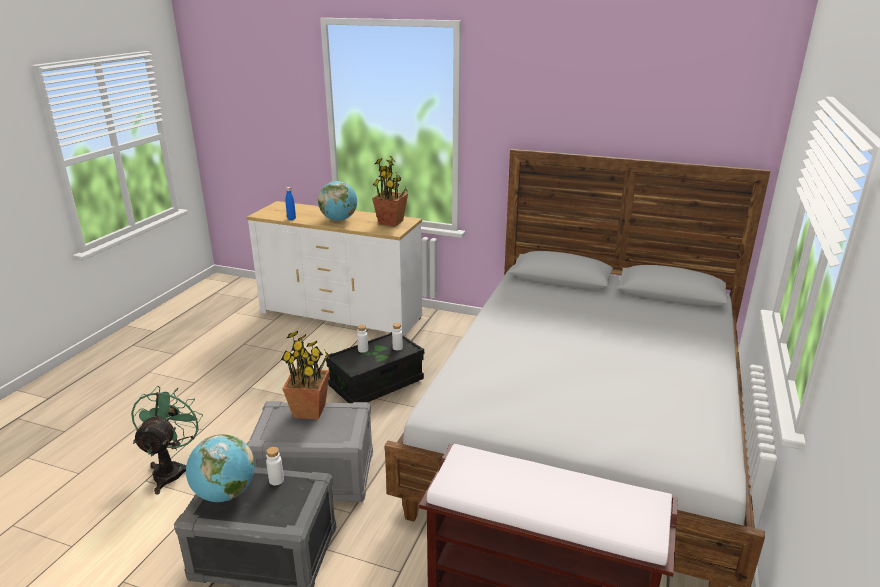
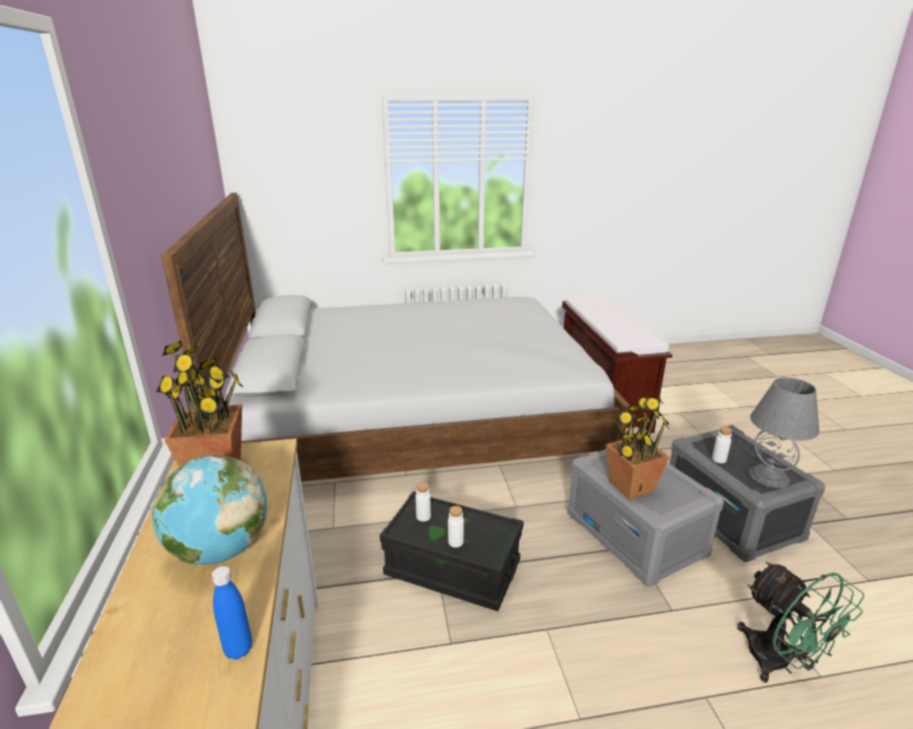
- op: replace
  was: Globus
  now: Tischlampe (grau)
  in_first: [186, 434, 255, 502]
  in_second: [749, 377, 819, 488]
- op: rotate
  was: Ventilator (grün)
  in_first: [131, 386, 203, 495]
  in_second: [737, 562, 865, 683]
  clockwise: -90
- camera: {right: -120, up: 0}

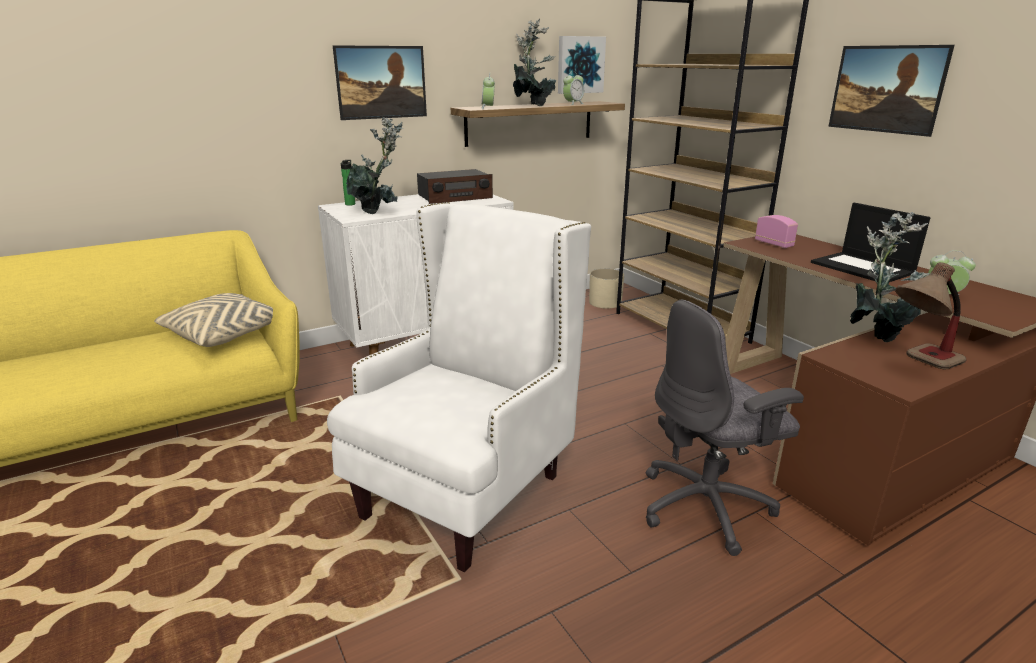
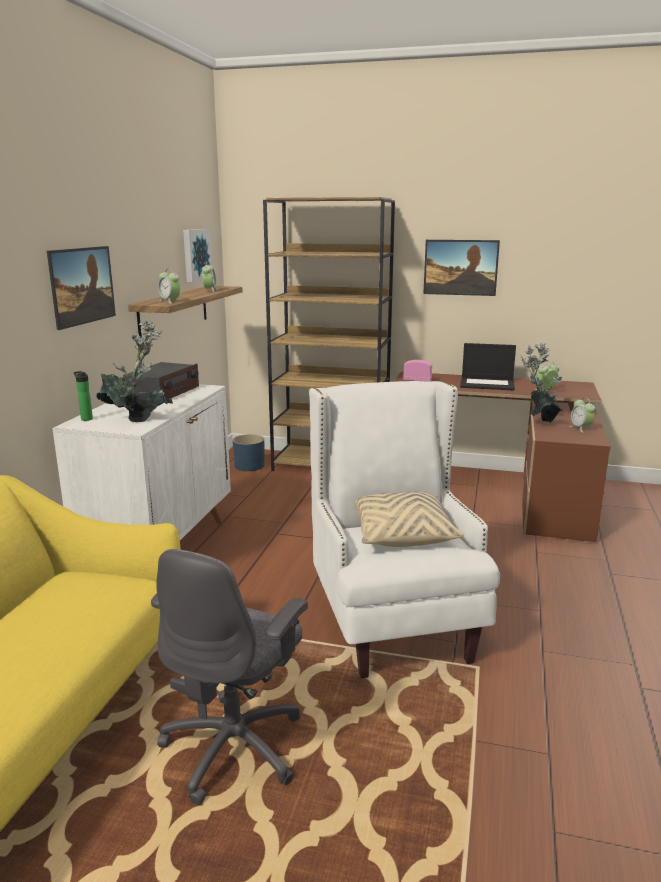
- op: delete
  was: Topfpflanze
  in_first: [513, 19, 556, 106]
- op: move
  was: Kissen (beige)
  in_first: [154, 293, 273, 347]
  in_second: [355, 492, 463, 547]
- op: move
  was: Bürostuhl (grau)
  in_first: [646, 299, 804, 556]
  in_second: [151, 549, 308, 805]
- op: replace
  was: Tischlampe
  now: Wecker
  in_first: [895, 262, 966, 370]
  in_second: [569, 397, 595, 432]
- op: recolor
  was: Pflanzkübel (beige)
  now: Pflanzkübel (blau)
  in_first: [589, 269, 624, 309]
  in_second: [232, 434, 265, 471]
- camera: {right: -45, up: -5}

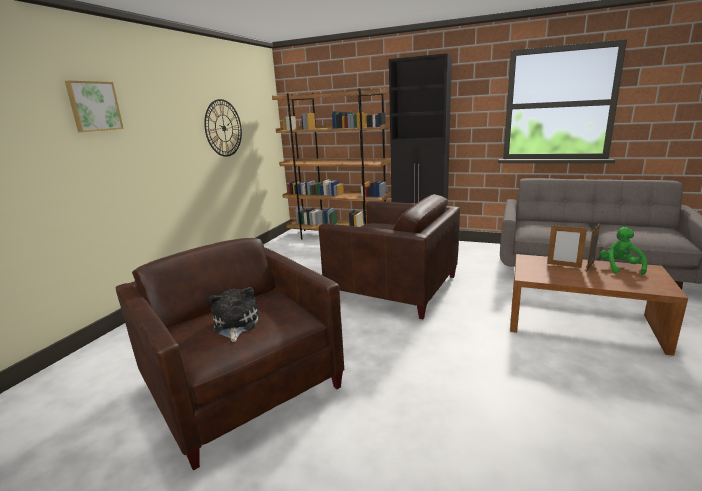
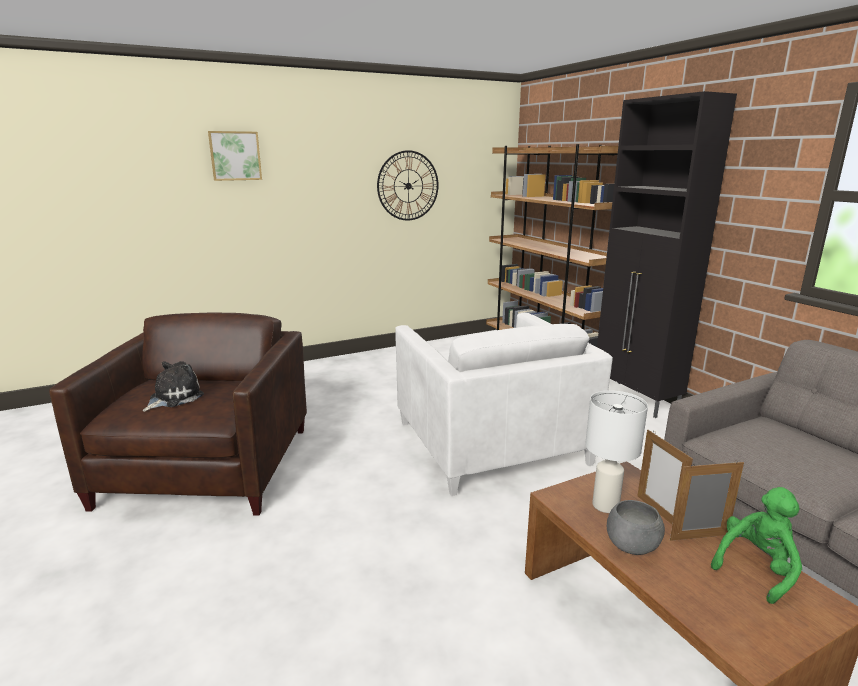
- op: insert
  now: Tischlampe (weiß)
  in_second: [585, 390, 648, 513]
- op: insert
  now: Schüssel (grau)
  in_second: [607, 500, 665, 555]
- op: recolor
  was: Sessel (braun)
  now: Sessel (weiß)
  in_first: [319, 194, 460, 319]
  in_second: [395, 313, 613, 496]
- camera: {right: 40, up: 0}

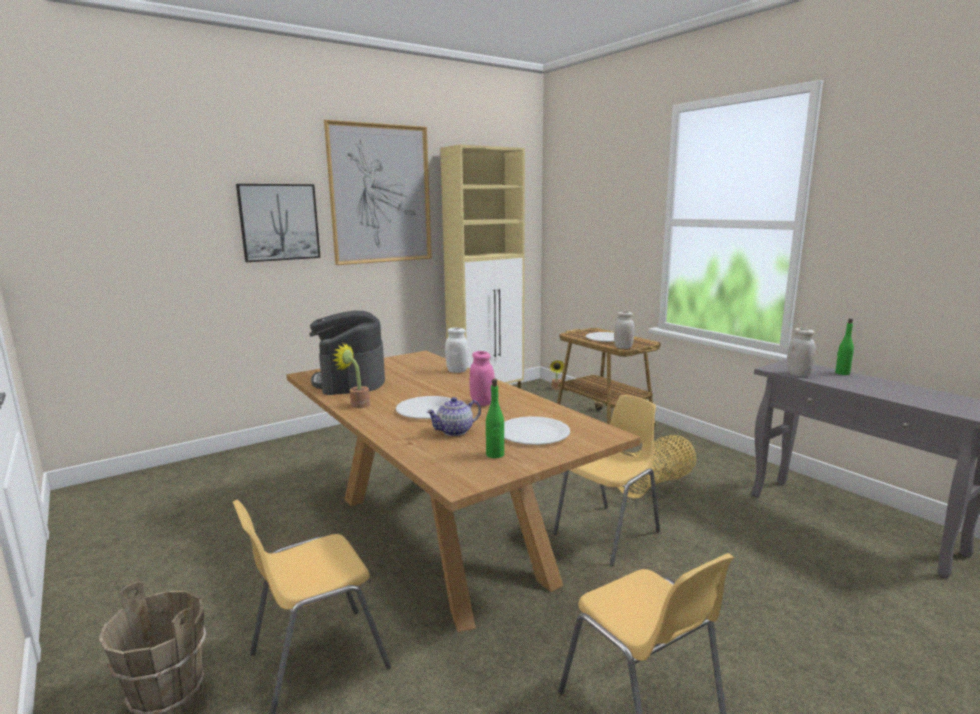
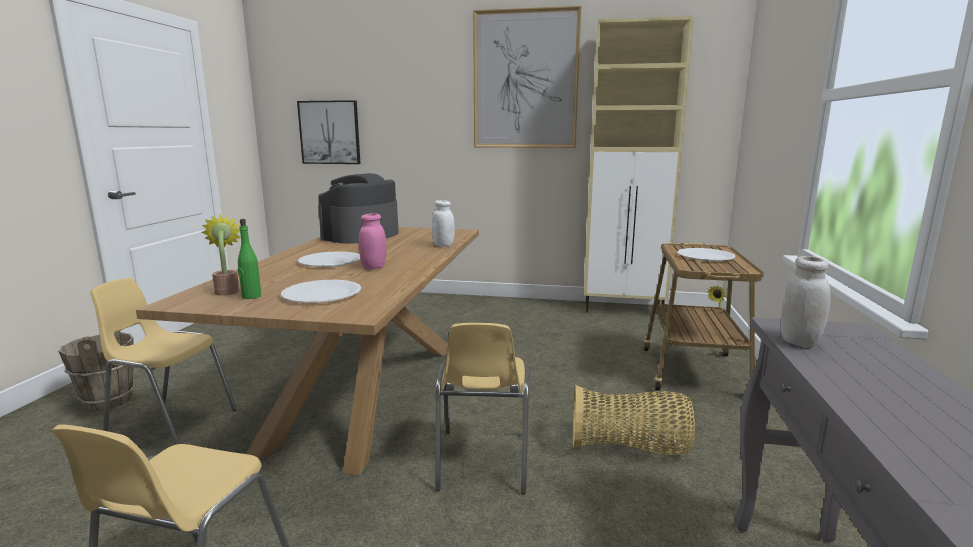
- op: delete
  was: Teekanne
  in_first: [426, 397, 481, 436]
- op: delete
  was: Vorratsglas (weiß)
  in_first: [614, 311, 634, 349]
- op: delete
  was: Flasche (grün)
  in_first: [835, 318, 854, 375]
- op: move
  was: Bild
  in_first: [236, 184, 321, 262]
  in_second: [297, 100, 360, 164]
- op: move
  was: Topfpflanze
  in_first: [332, 342, 370, 408]
  in_second: [202, 214, 241, 296]
- op: rotate
  was: Stuhl (gelb)
  in_first: [553, 395, 660, 566]
  in_second: [435, 323, 530, 495]
  clockwise: 90
- camera: {right: 45, up: 0}

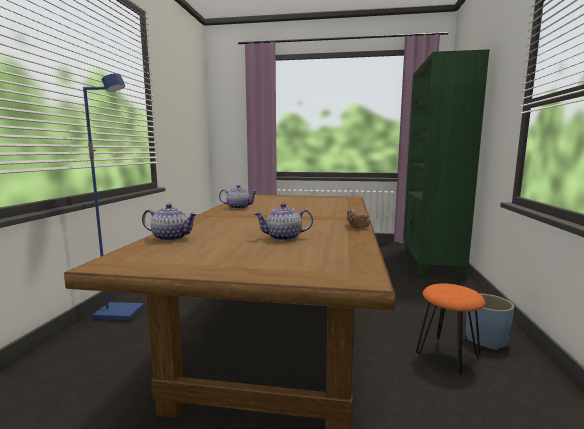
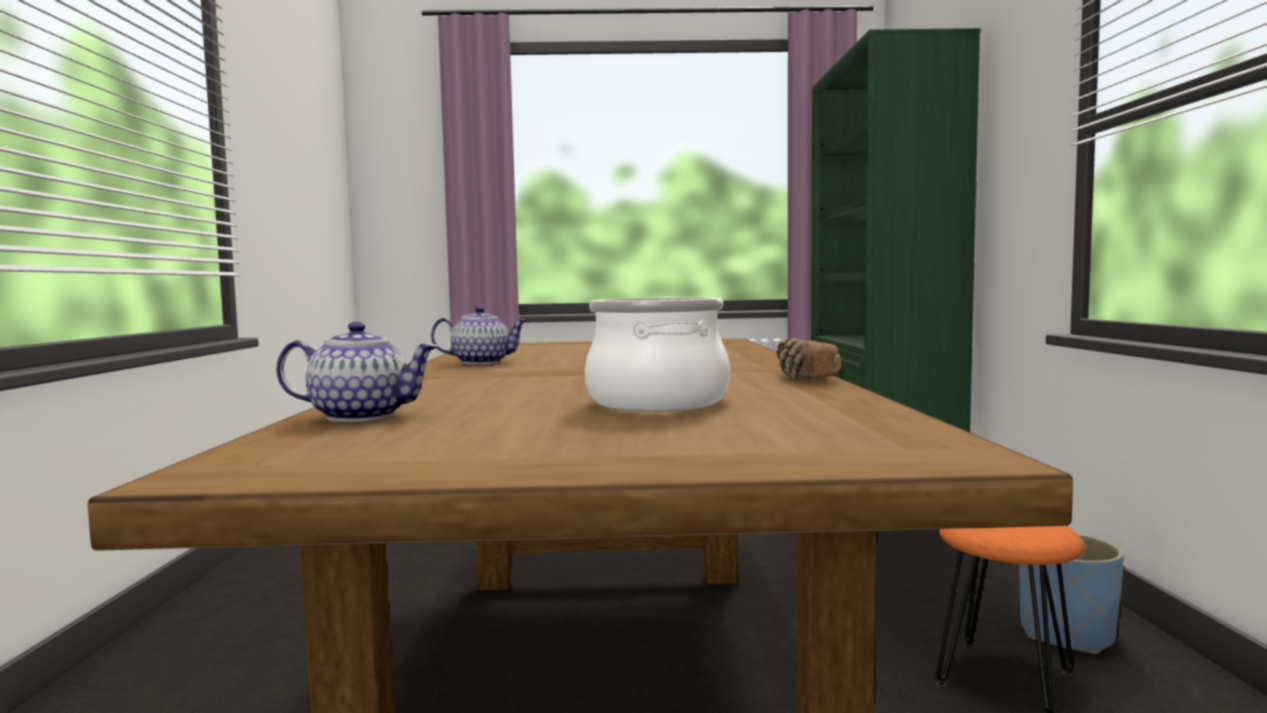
- op: delete
  was: Stehlampe (blau)
  in_first: [83, 73, 144, 321]
- op: replace
  was: Teekanne
  now: Kochtopf
  in_first: [254, 203, 313, 241]
  in_second: [585, 297, 730, 412]
- camera: {right: -10, up: -5}

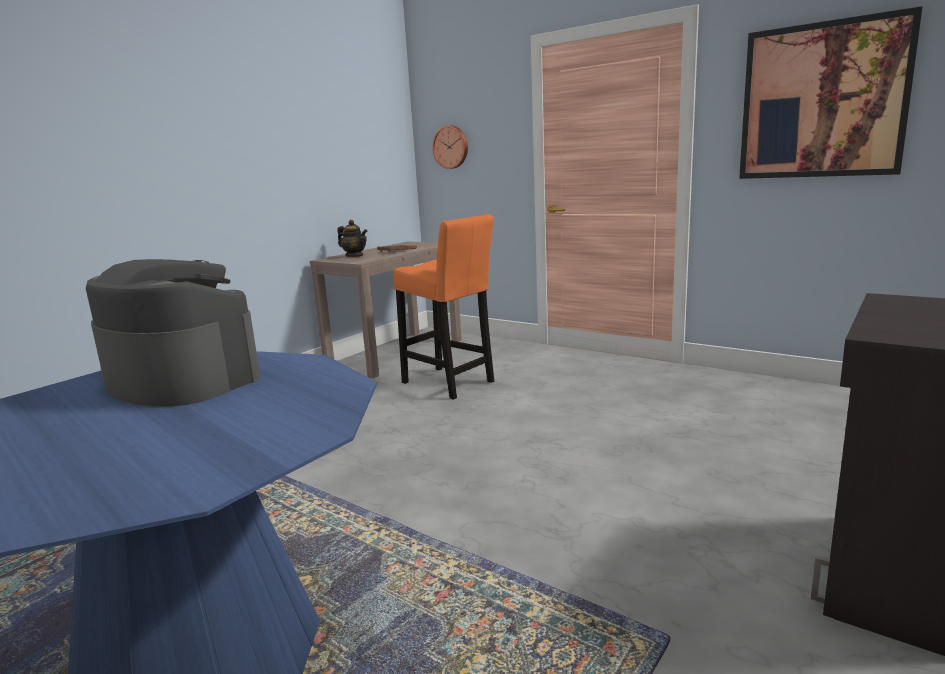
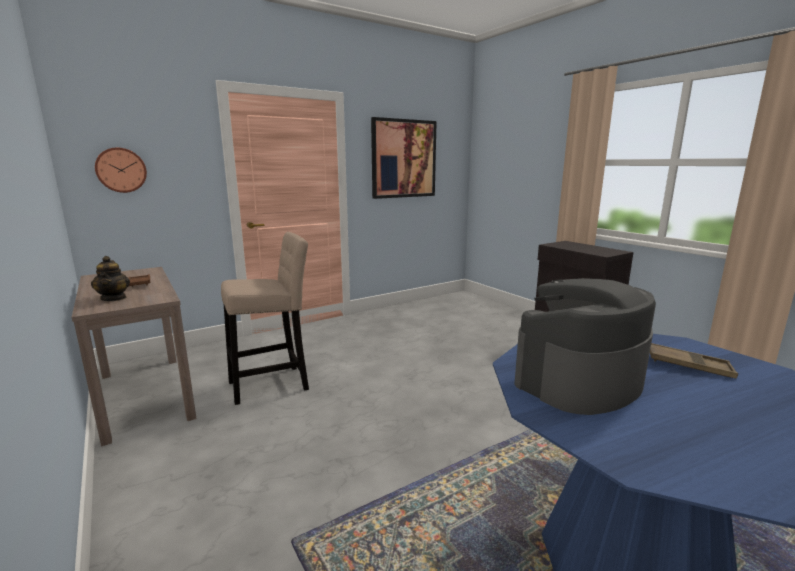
- op: insert
  now: Tablett (braun)
  in_second: [650, 343, 738, 379]
- op: recolor
  was: Hocker (orange)
  now: Hocker (beige)
  in_first: [393, 214, 494, 400]
  in_second: [221, 232, 309, 405]
- op: rotate
  was: Teekanne
  in_first: [337, 220, 367, 257]
  in_second: [91, 256, 130, 301]
  clockwise: 105
- camera: {right: -70, up: 0}

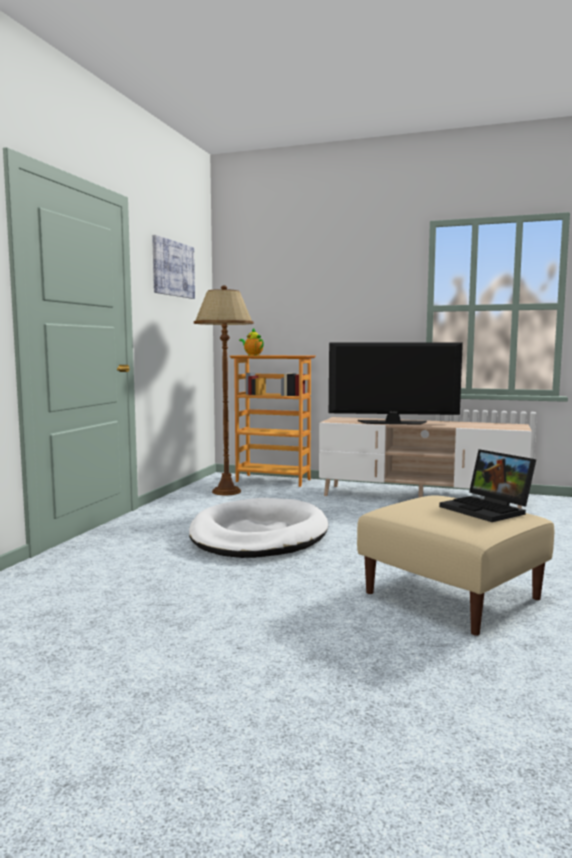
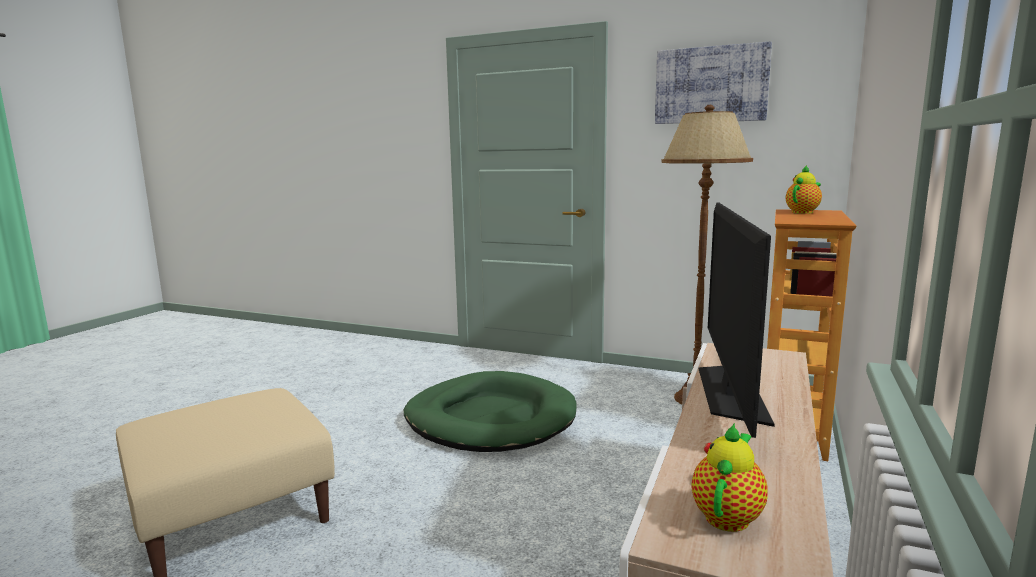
- op: delete
  was: Laptop
  in_first: [439, 449, 536, 522]
- op: insert
  now: Teekanne
  in_second: [691, 423, 768, 532]
- op: recolor
  was: Hundebett (weiß)
  now: Hundebett (grün)
  in_first: [189, 498, 328, 558]
  in_second: [404, 371, 577, 452]
- camera: {right: 95, up: 5}

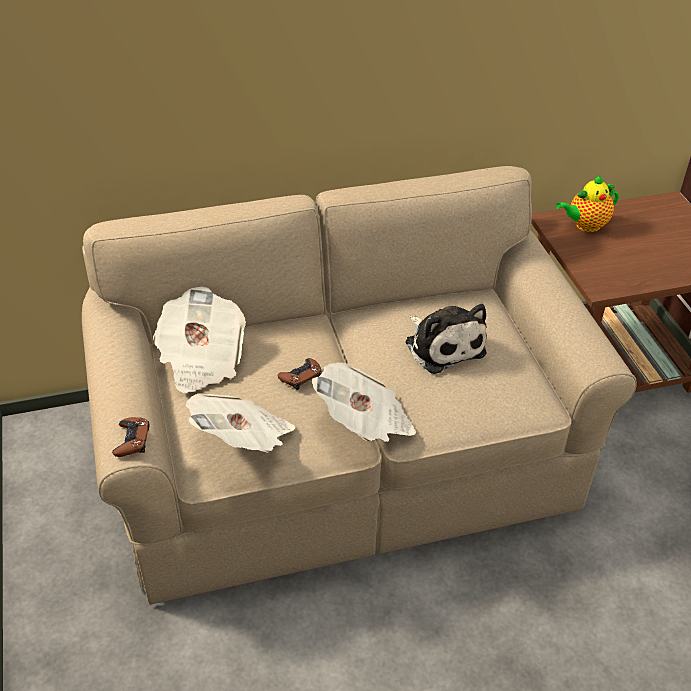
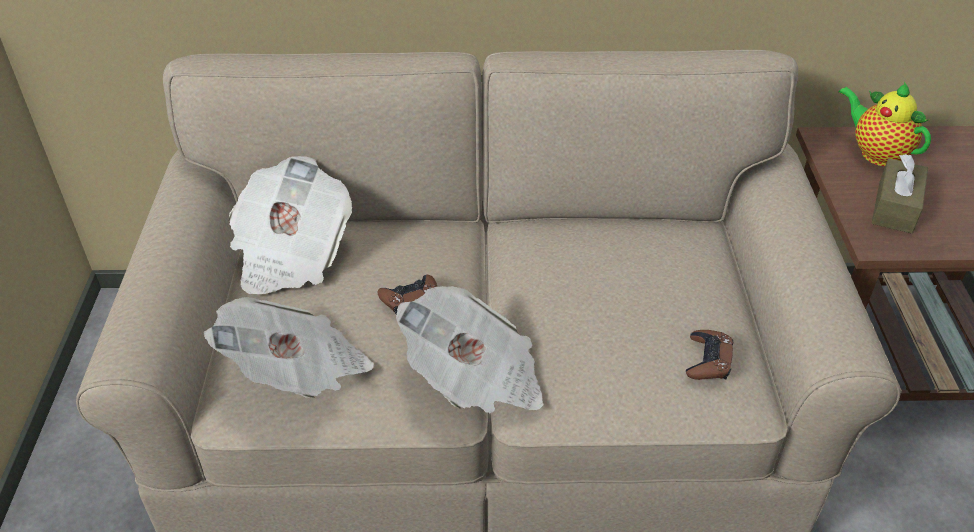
- op: delete
  was: Plüschtier
  in_first: [405, 304, 487, 374]
- op: insert
  now: Taschentuchbox (braun)
  in_second: [872, 154, 928, 234]
- op: move
  was: Gamepad (braun)
  in_first: [112, 417, 150, 457]
  in_second: [686, 330, 733, 380]
- op: rotate
  was: Teekanne
  in_first: [556, 175, 619, 232]
  in_second: [839, 81, 931, 166]
  clockwise: 60
- camera: {right: 15, up: 0}

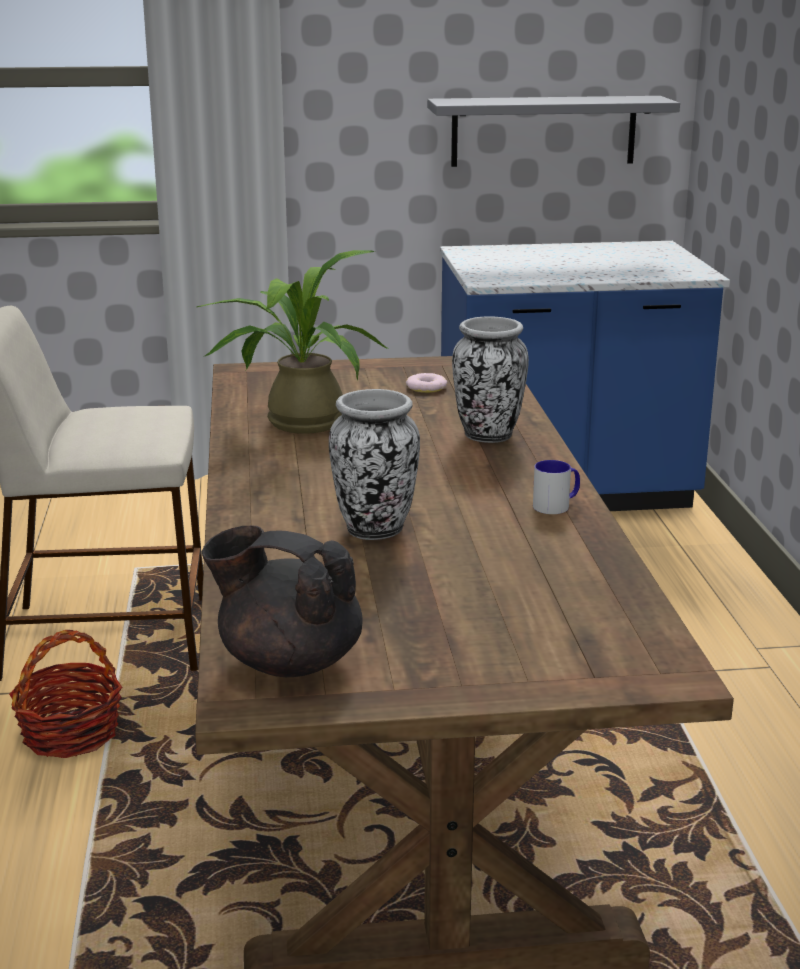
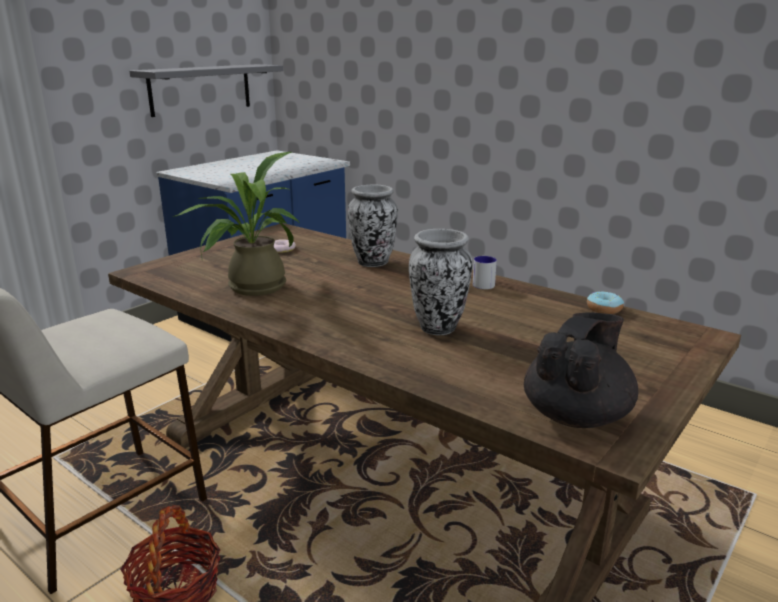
- op: insert
  now: Donut
  in_second: [587, 291, 624, 314]
- op: rotate
  was: Teekanne (schwarz)
  in_first: [202, 526, 363, 677]
  in_second: [524, 313, 638, 428]
  clockwise: 150
- camera: {right: -45, up: 0}

